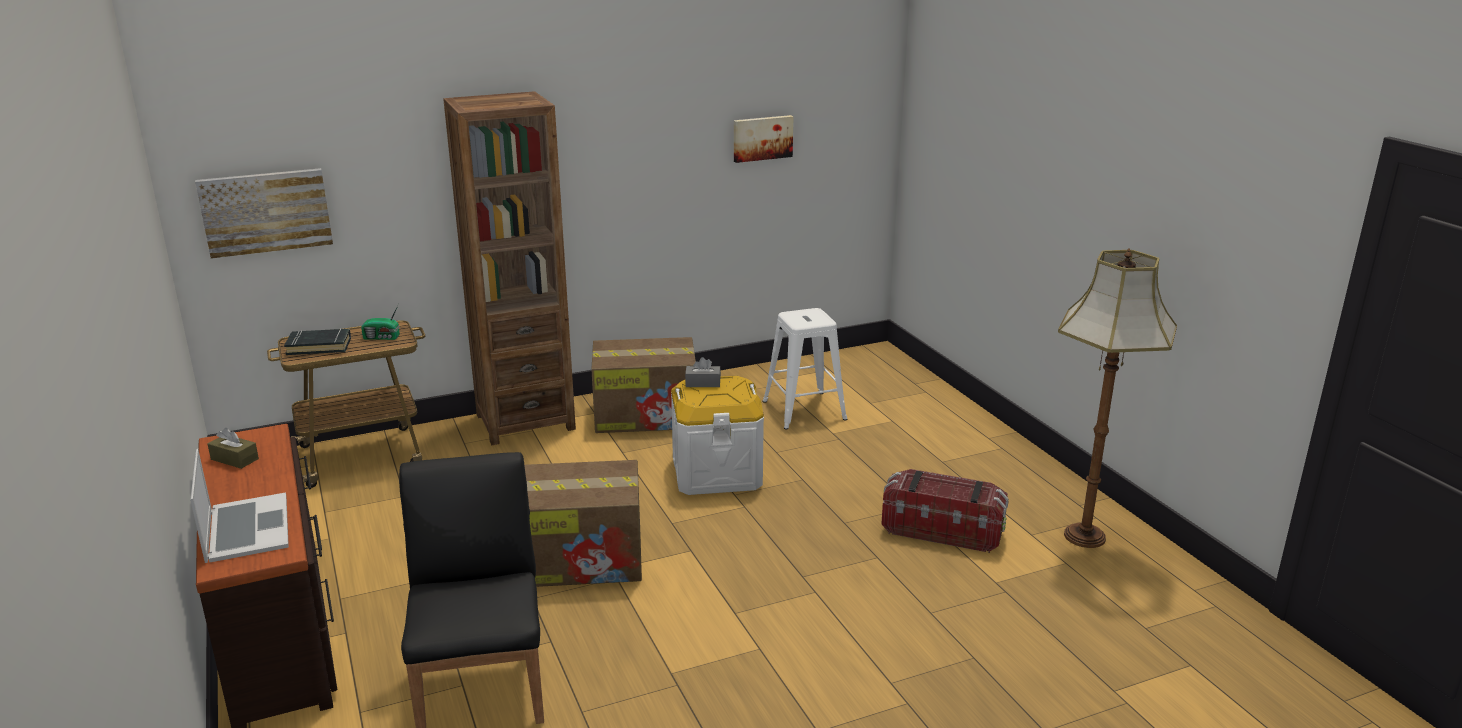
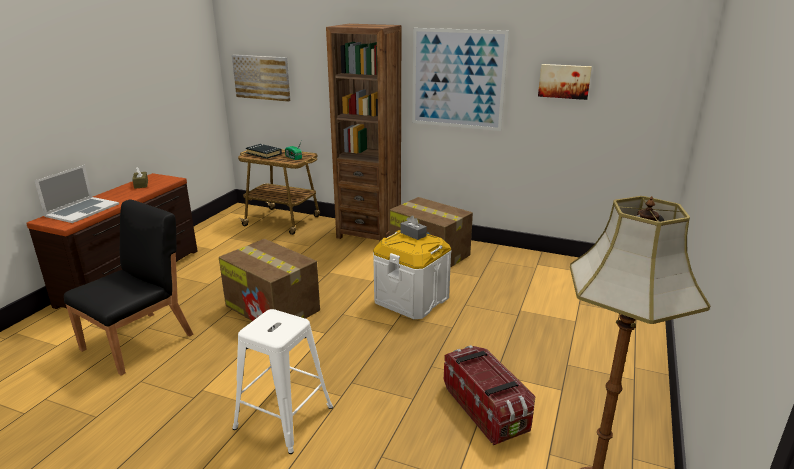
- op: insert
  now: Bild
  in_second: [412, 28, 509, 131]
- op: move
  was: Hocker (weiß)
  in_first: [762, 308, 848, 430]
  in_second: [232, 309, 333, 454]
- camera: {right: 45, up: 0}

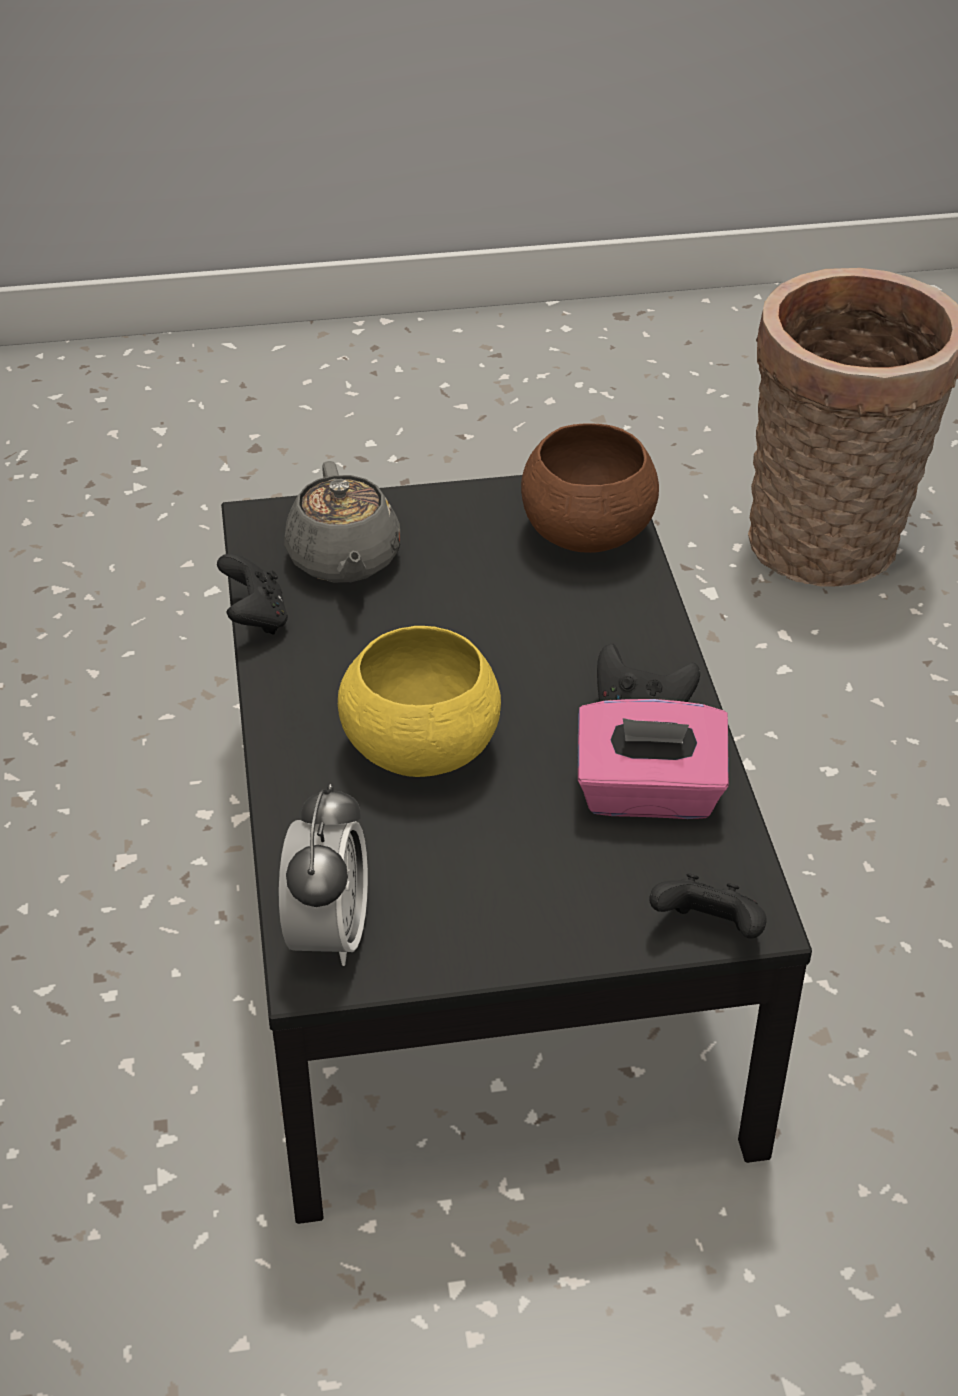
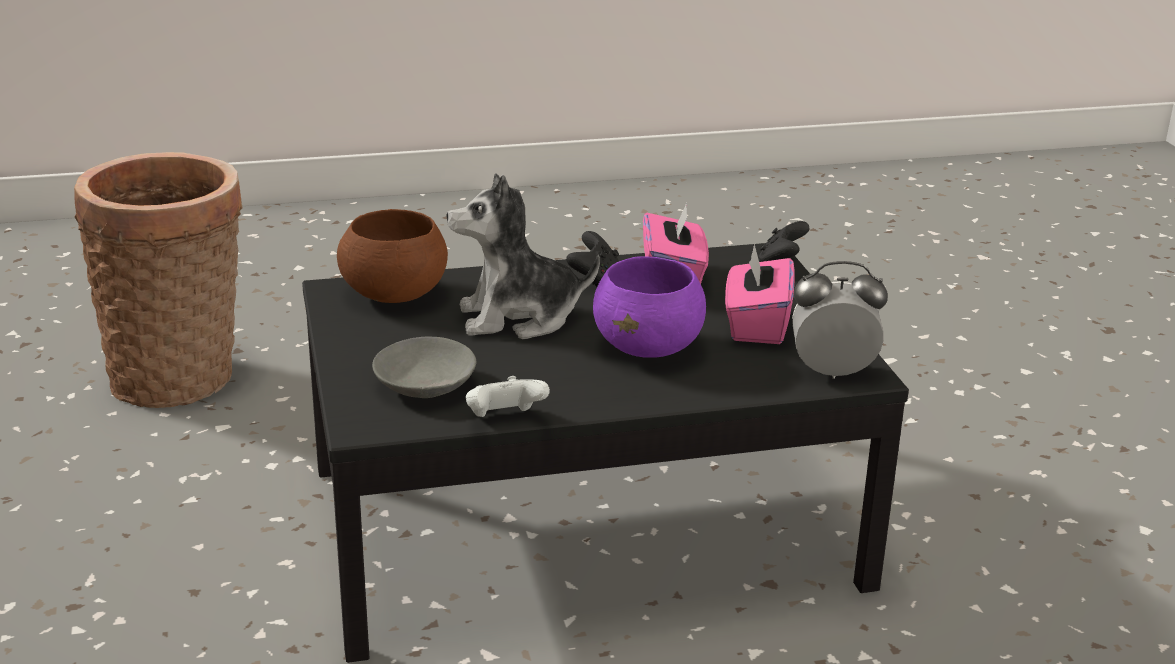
- op: insert
  now: Plüschtier
  in_second: [446, 173, 600, 339]
- op: insert
  now: Taschentuchbox (rosa)
  in_second: [725, 244, 795, 344]
- op: replace
  was: Teekanne (grau)
  now: Schüssel (grau)
  in_first: [284, 461, 401, 583]
  in_second: [372, 337, 476, 398]
- op: recolor
  was: Gamepad (schwarz)
  now: Gamepad (weiß)
  in_first: [217, 554, 288, 635]
  in_second: [466, 376, 550, 417]
- op: recolor
  was: Schüssel (gelb)
  now: Schüssel (lila)
  in_first: [338, 626, 501, 777]
  in_second: [593, 256, 706, 358]
- camera: {right: -95, up: -15}

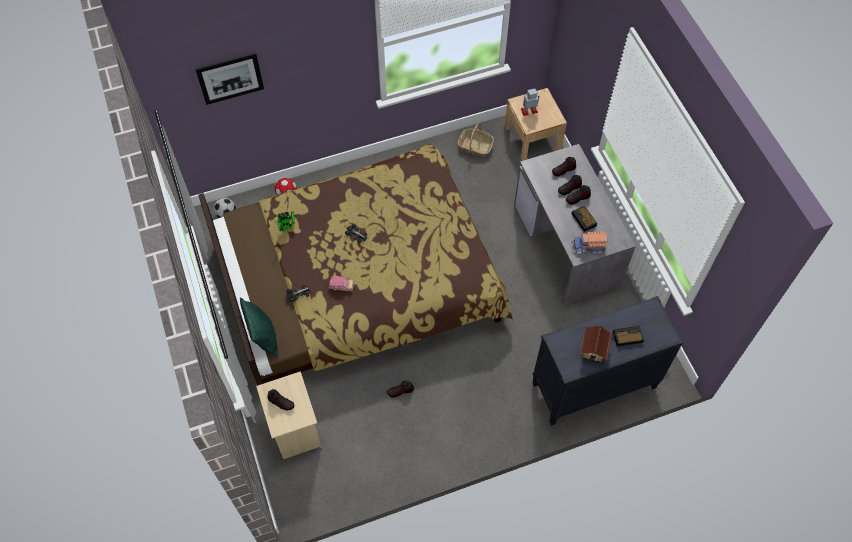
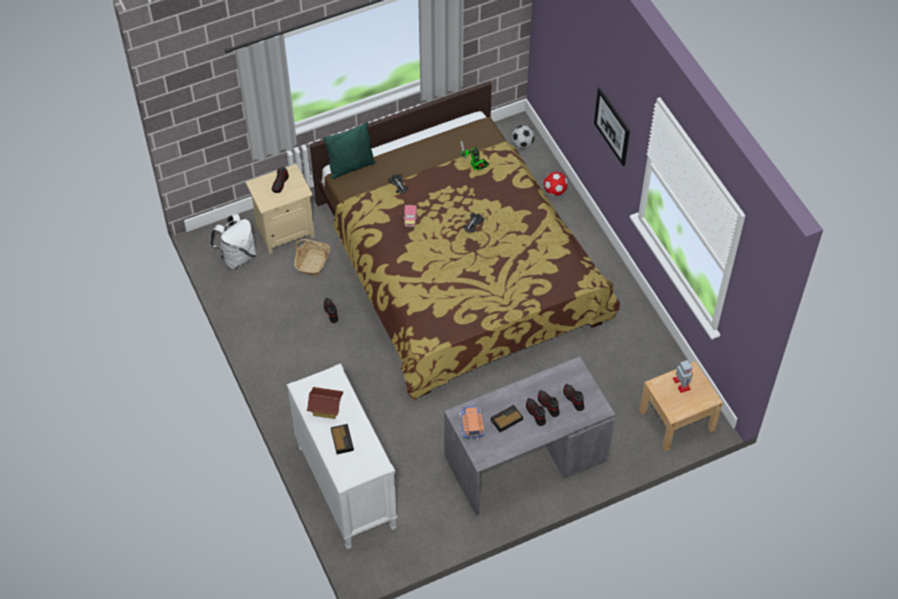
- op: insert
  now: Rucksack (weiß)
  in_second: [210, 214, 256, 270]
- op: move
  was: Bild
  in_first: [195, 52, 264, 105]
  in_second: [594, 87, 630, 166]
- op: move
  was: Korb
  in_first: [458, 124, 494, 157]
  in_second: [294, 239, 330, 276]
- op: recolor
  was: Kommode (schwarz)
  now: Kommode (weiß)
  in_first: [532, 296, 684, 426]
  in_second: [287, 363, 398, 549]
- camera: {right: 85, up: -5}

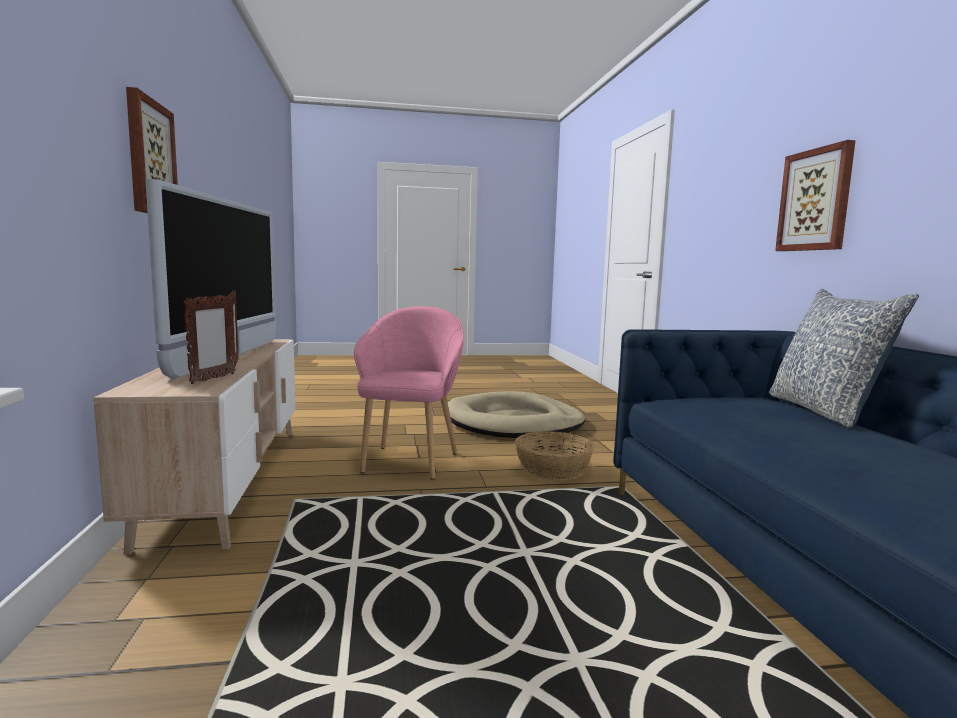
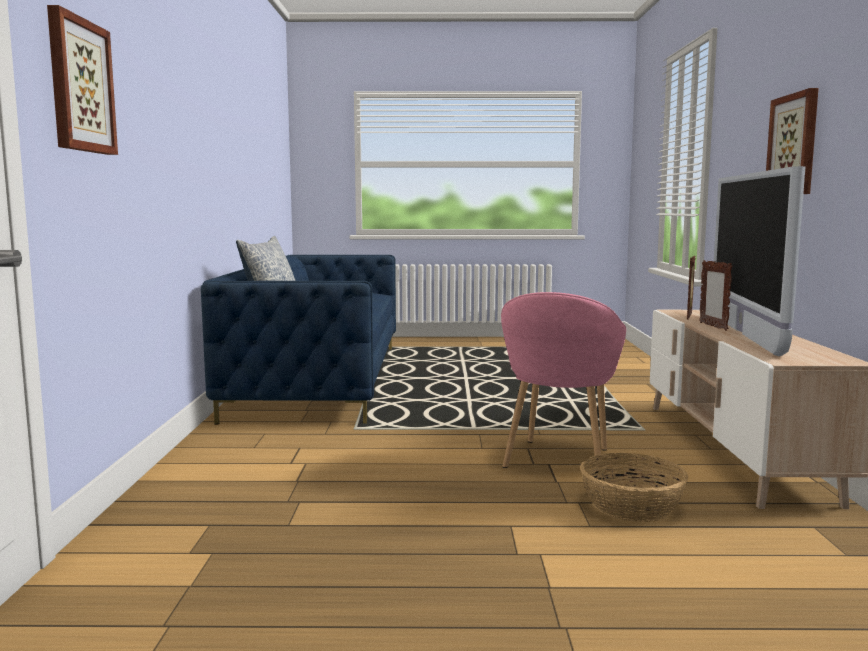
- op: delete
  was: Hundebett (beige)
  in_first: [448, 391, 585, 438]
- op: move
  was: Korb
  in_first: [515, 431, 594, 480]
  in_second: [580, 453, 688, 522]
- op: move
  was: Bild
  in_first: [775, 140, 856, 251]
  in_second: [47, 5, 118, 155]
- camera: {right: -170, up: 0}

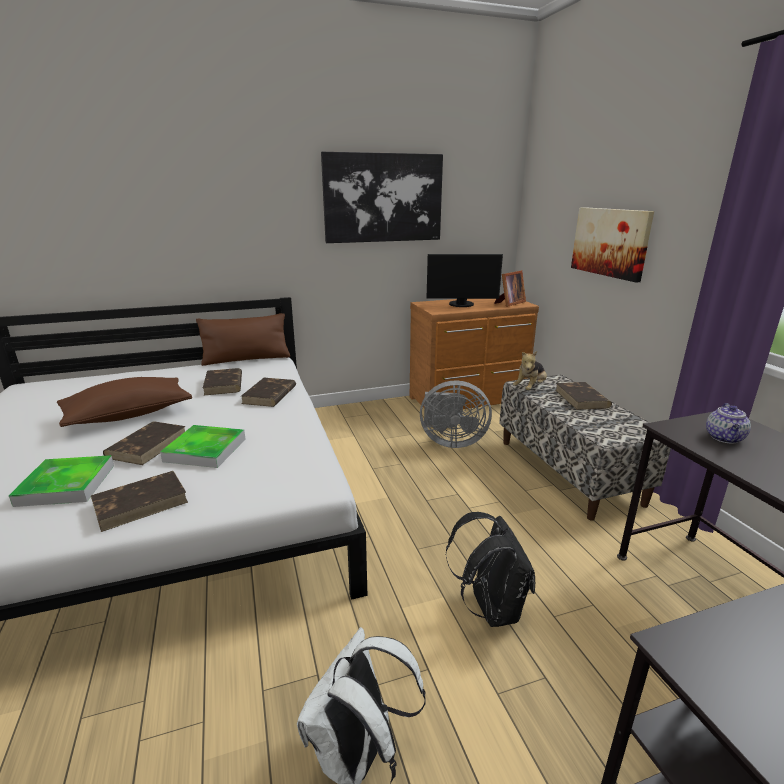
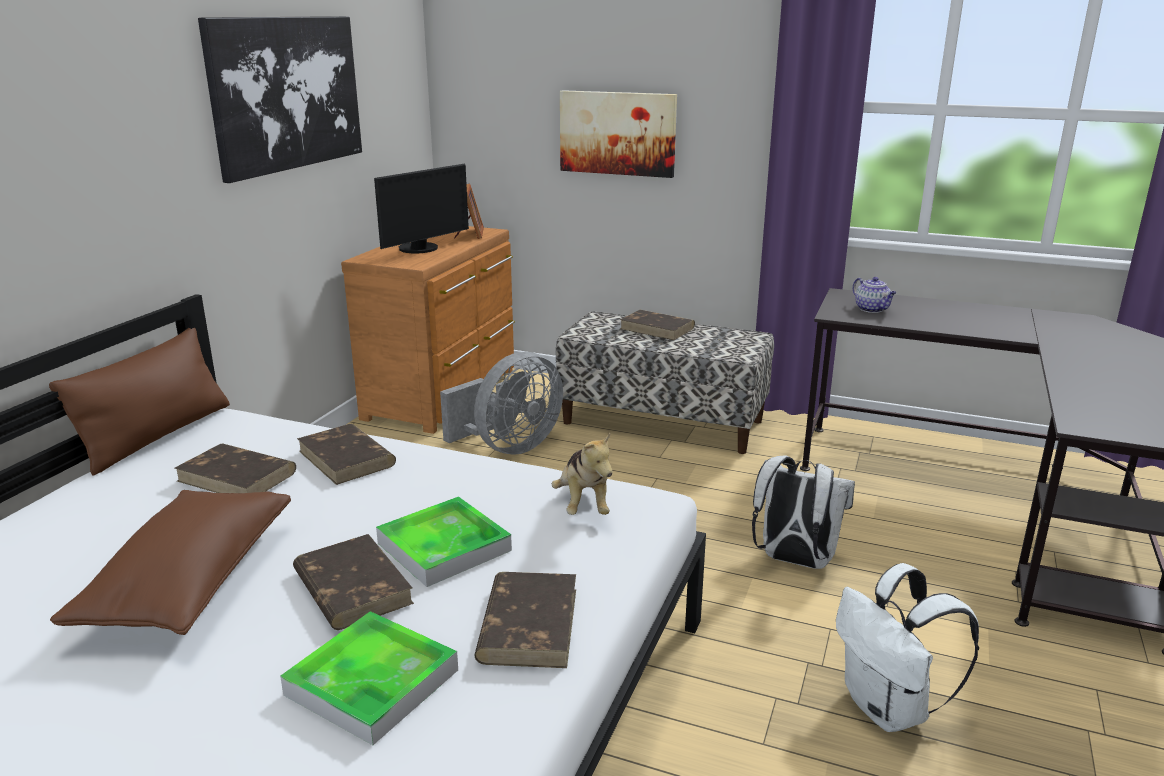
- op: move
  was: Plüschtier
  in_first: [513, 351, 547, 390]
  in_second: [552, 433, 613, 515]
- op: recolor
  was: Rucksack (schwarz)
  now: Rucksack (weiß)
  in_first: [445, 512, 535, 627]
  in_second: [752, 456, 855, 569]
- camera: {right: -50, up: 0}

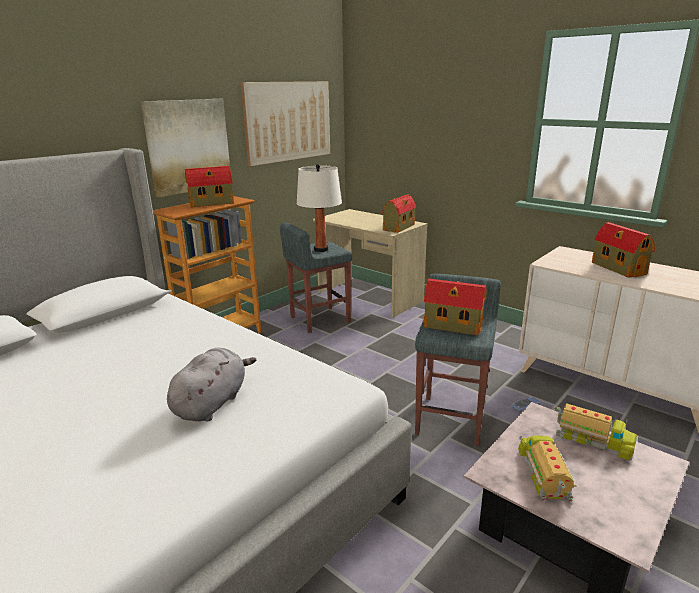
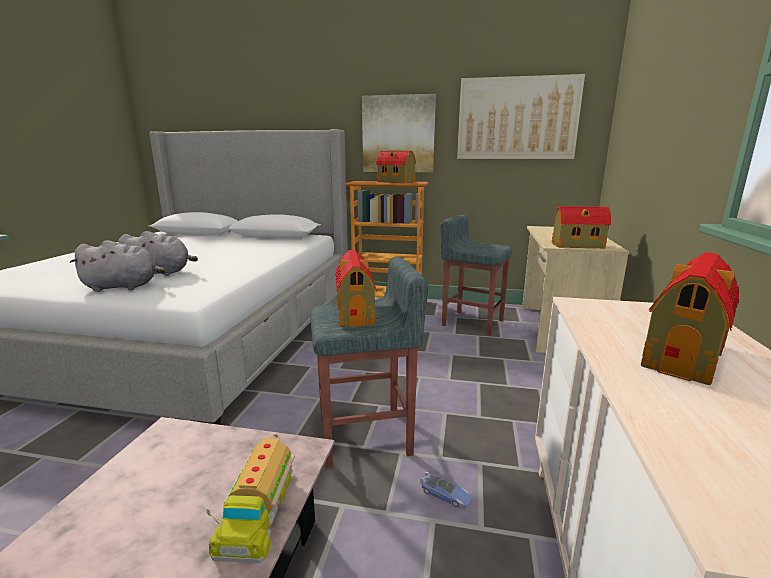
- op: delete
  was: Tischlampe (weiß)
  in_first: [297, 164, 342, 252]
- op: delete
  was: Spielzeuglaster
  in_first: [518, 436, 577, 502]
- op: insert
  now: Plüschtier (grau)
  in_second: [69, 240, 166, 292]
- camera: {right: 60, up: -5}

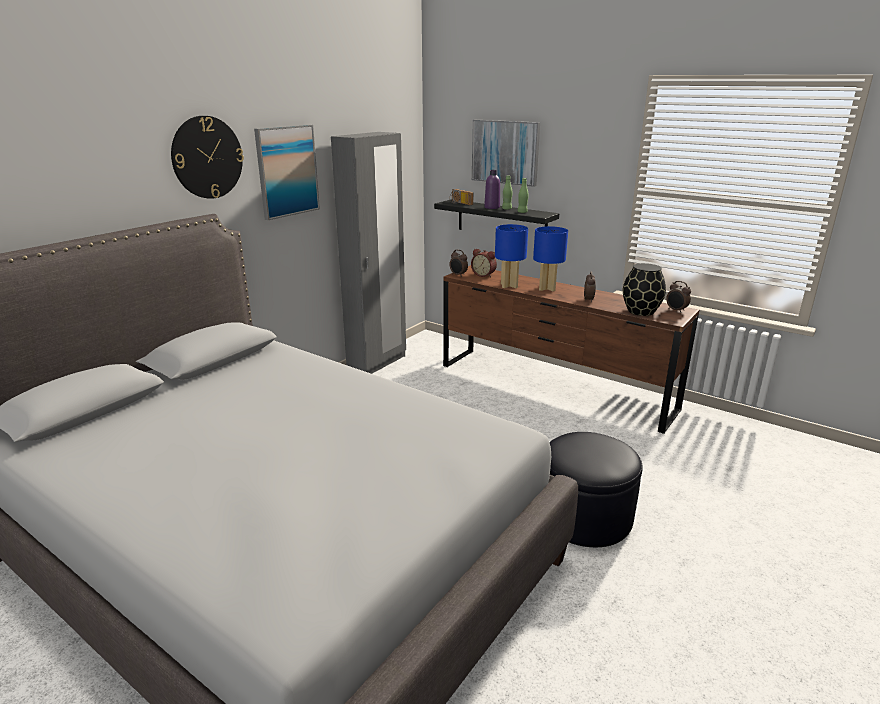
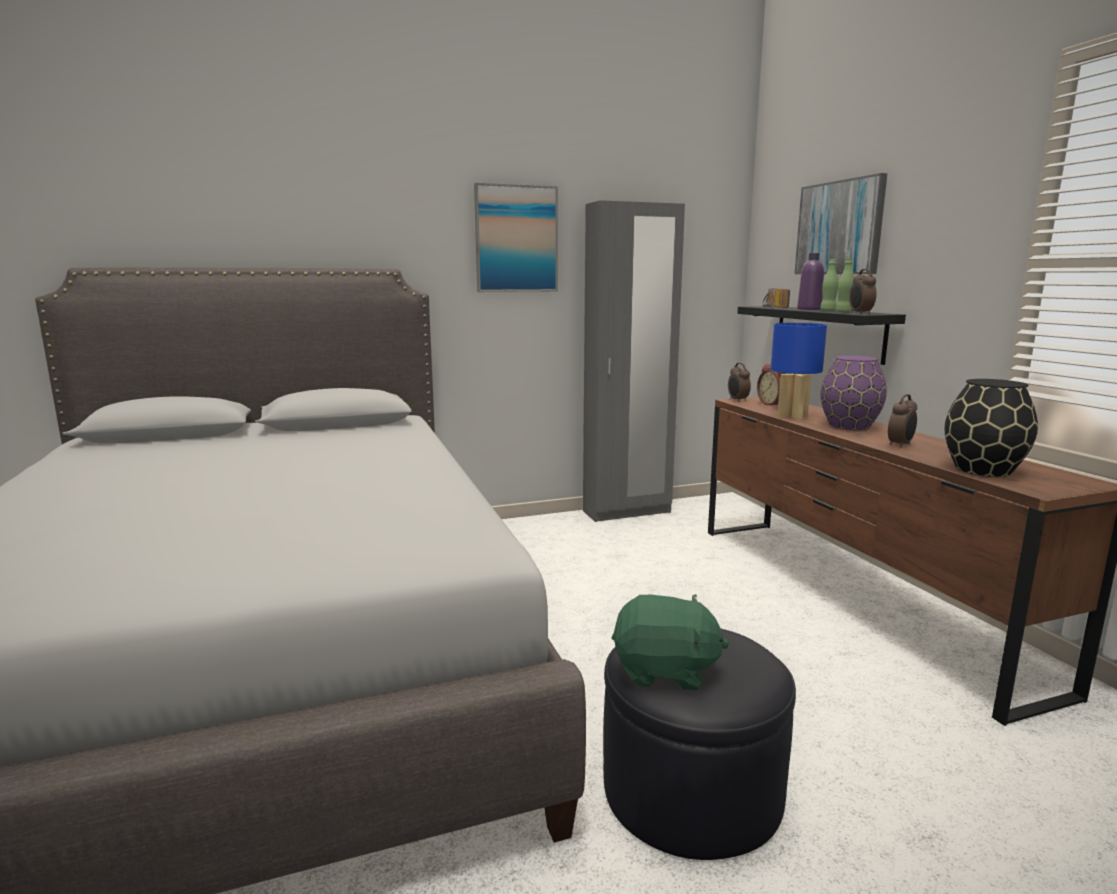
- op: delete
  was: Wanduhr
  in_first: [171, 116, 244, 199]
- op: insert
  now: Plüschtier (grün)
  in_second: [612, 594, 729, 690]
- op: move
  was: Wecker
  in_first: [666, 281, 691, 313]
  in_second: [849, 269, 877, 314]
- op: replace
  was: Tischlampe (blau)
  now: Vase (lila)
  in_first: [533, 226, 568, 291]
  in_second: [820, 356, 887, 430]
- camera: {right: 35, up: -10}

